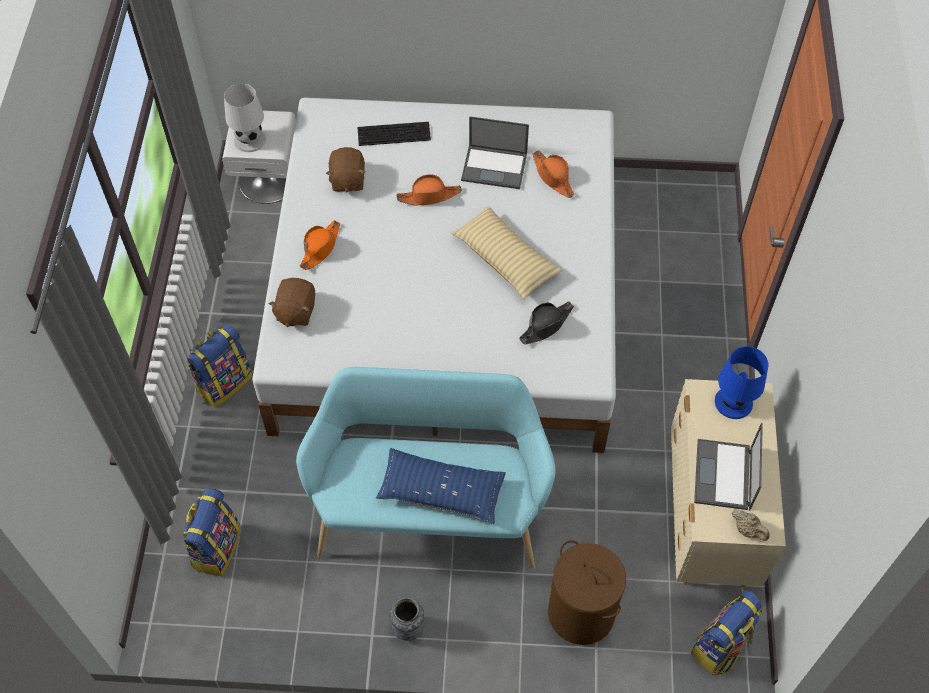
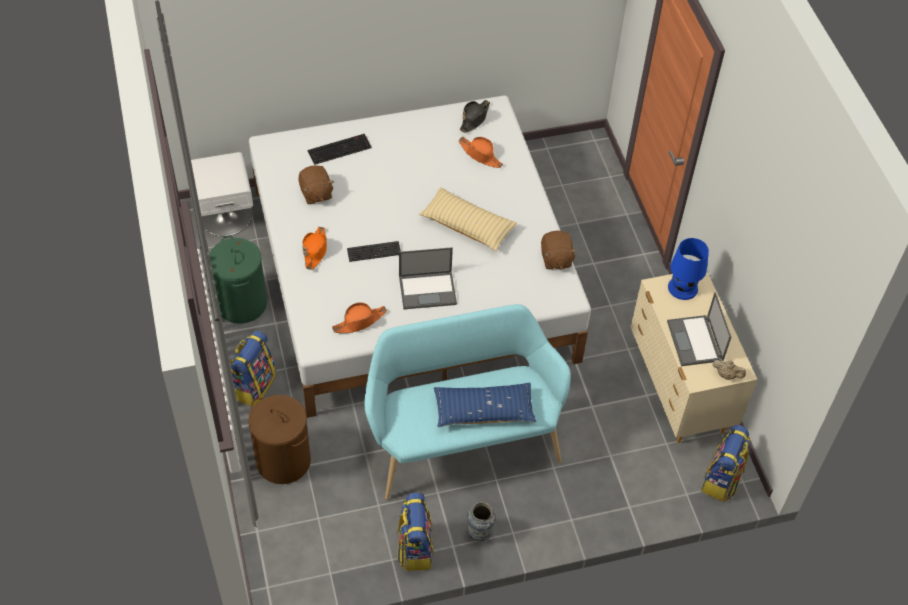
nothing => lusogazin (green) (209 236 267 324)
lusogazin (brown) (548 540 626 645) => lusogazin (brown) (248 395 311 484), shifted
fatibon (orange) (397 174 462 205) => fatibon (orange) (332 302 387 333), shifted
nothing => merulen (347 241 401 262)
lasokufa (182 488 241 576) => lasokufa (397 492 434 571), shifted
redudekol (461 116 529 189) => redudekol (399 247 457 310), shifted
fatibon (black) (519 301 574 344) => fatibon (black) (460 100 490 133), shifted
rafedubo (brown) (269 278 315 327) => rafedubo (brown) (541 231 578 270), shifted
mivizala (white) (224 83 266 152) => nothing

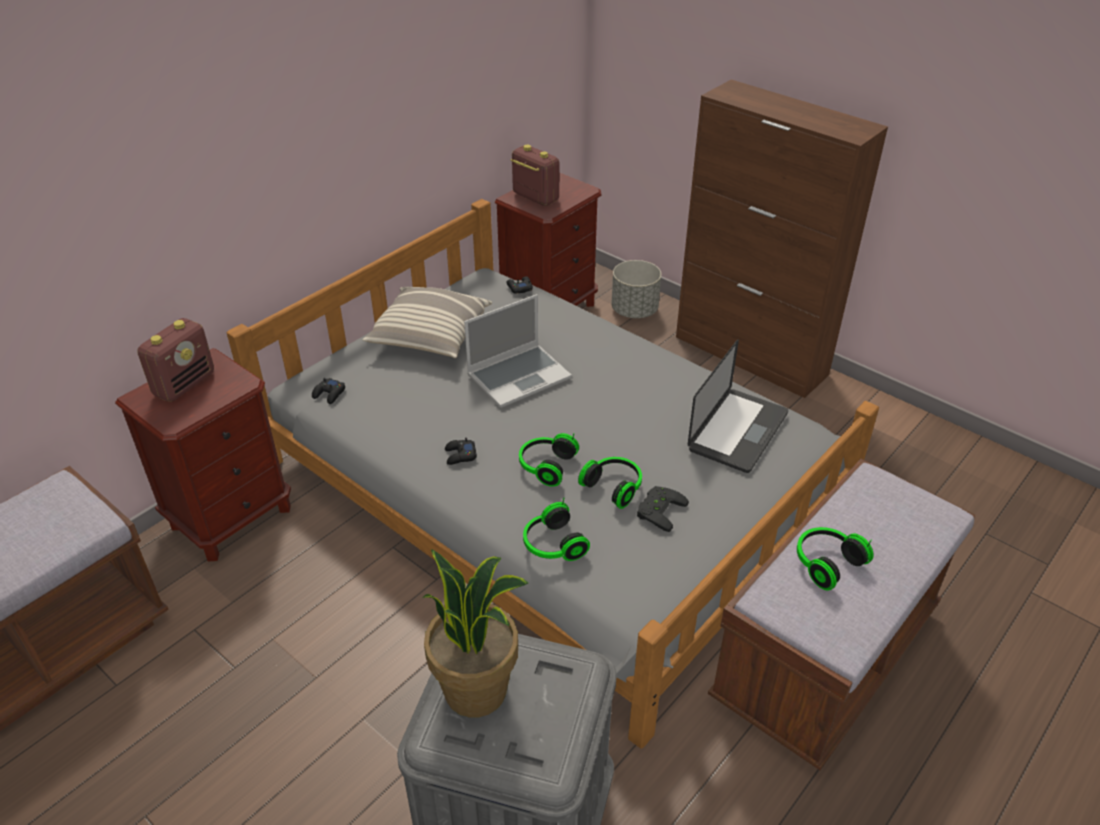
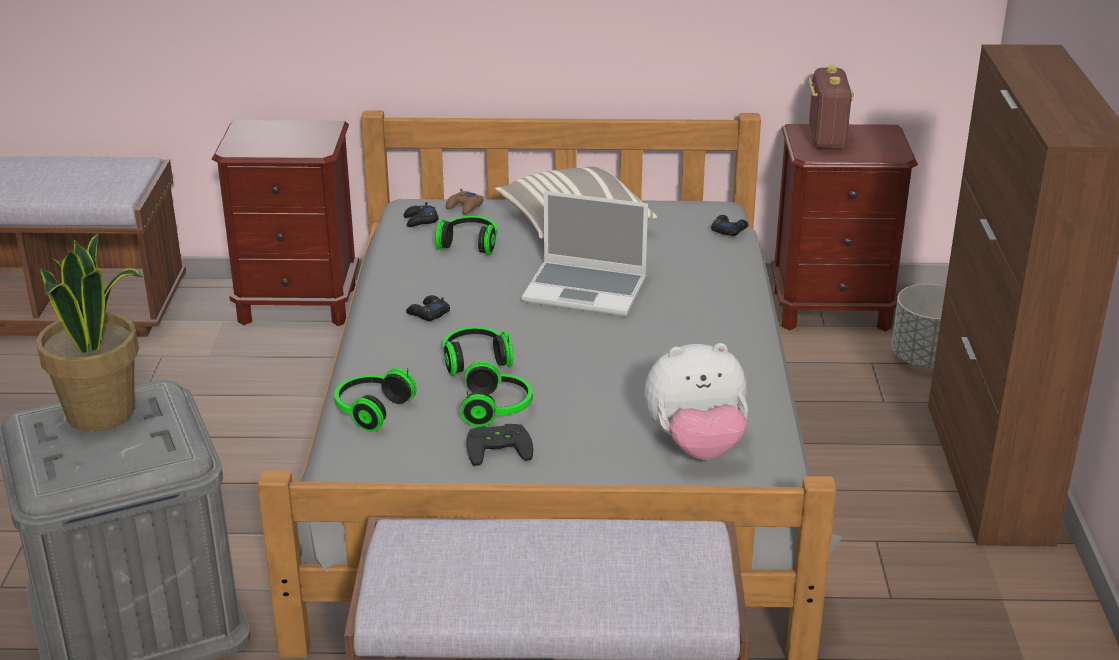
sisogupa (797 527 874 590) => sisogupa (435 216 497 255), shifted
nothing => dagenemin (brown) (446 189 484 215)
redudekol (688 340 788 473) => rafedubo (644 343 748 460)
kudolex (138 318 214 402) => nothing

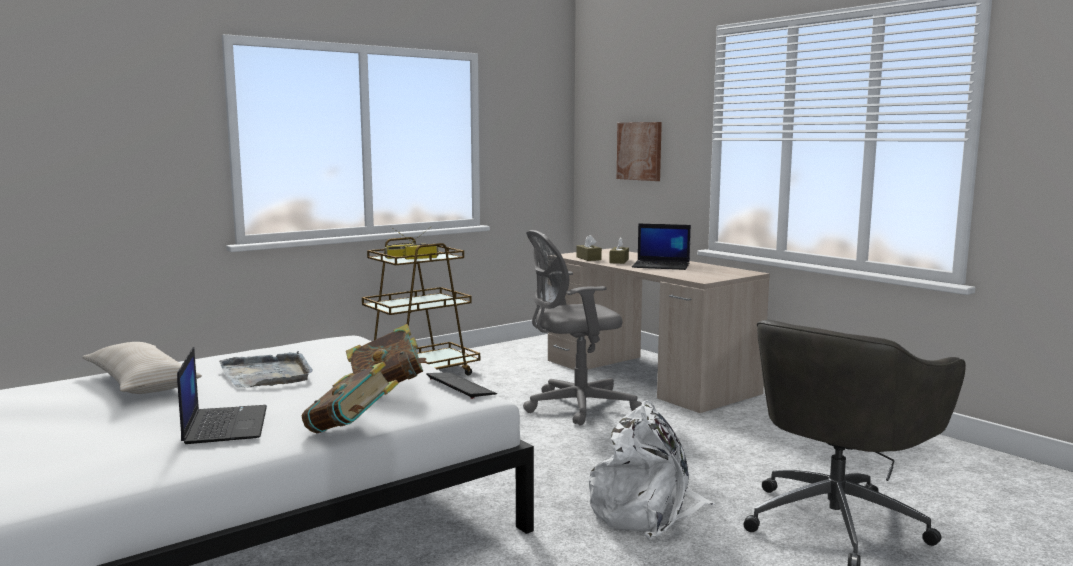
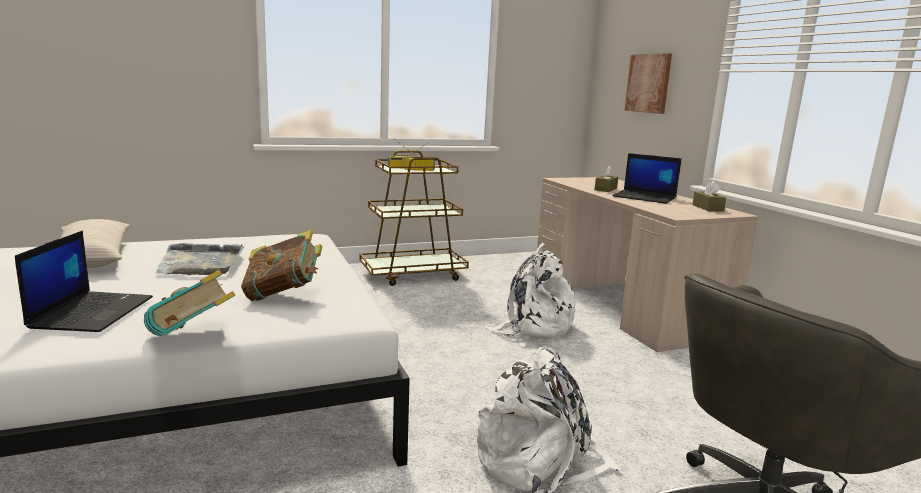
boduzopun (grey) (523 230 642 425) => lasokufa (white) (486 243 575 339)
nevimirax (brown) (577 235 602 261) => nevimirax (brown) (692 181 726 212), shifted
merulen (426 372 497 399) => nothing

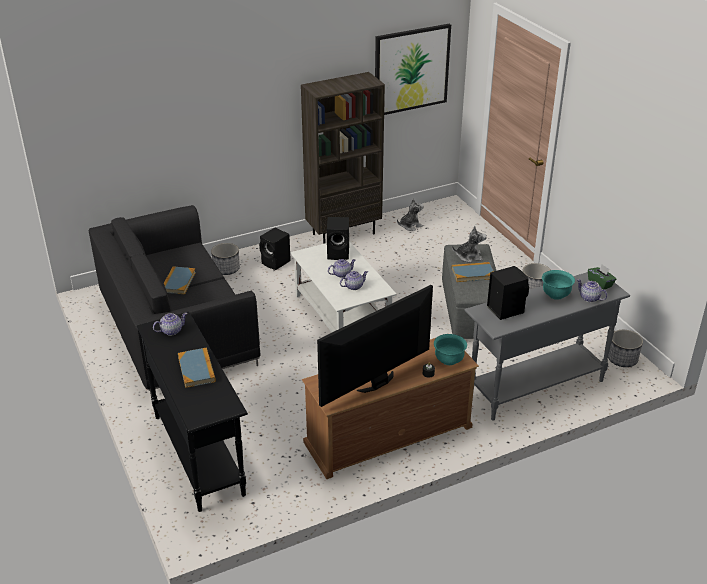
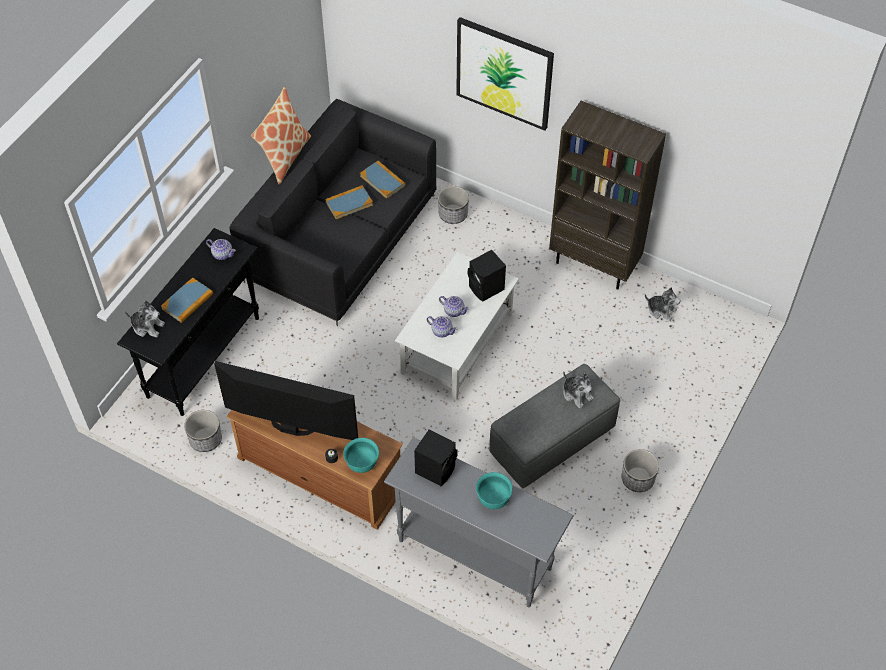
nothing => rafedubo (124 301 165 338)
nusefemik (608 330 643 367) => nusefemik (184 410 222 452), shifted
nothing => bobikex (251 87 311 185)
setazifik (452 262 494 282) => setazifik (360 161 405 199), shifted
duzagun (375 24 451 115) => duzagun (456 17 554 131), shifted
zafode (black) (259 228 291 270) => nothing
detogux (576 279 607 302) => nothing
nevimirax (green) (588 265 616 289) => nothing

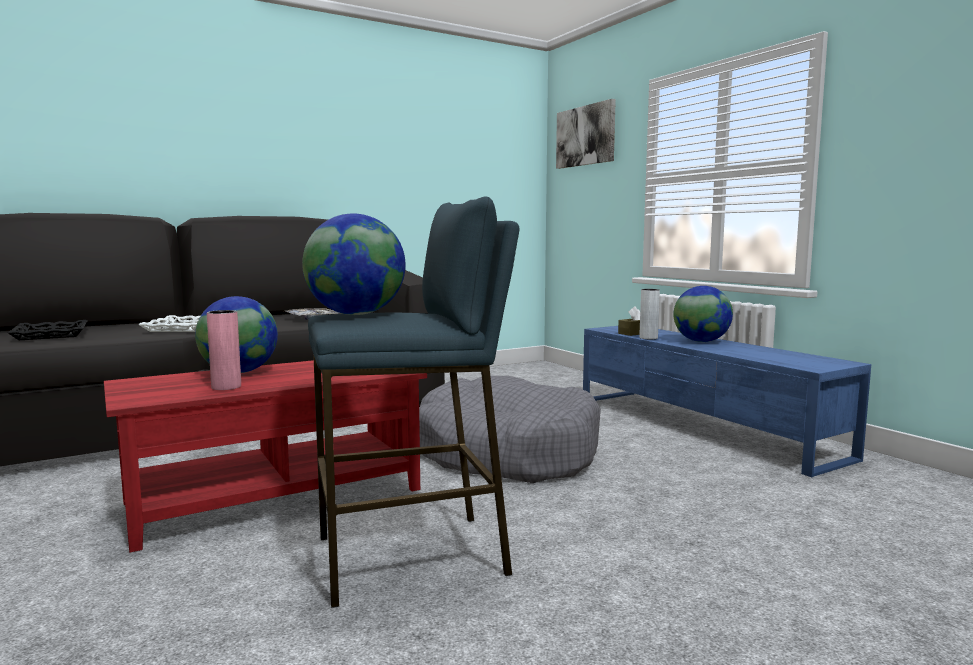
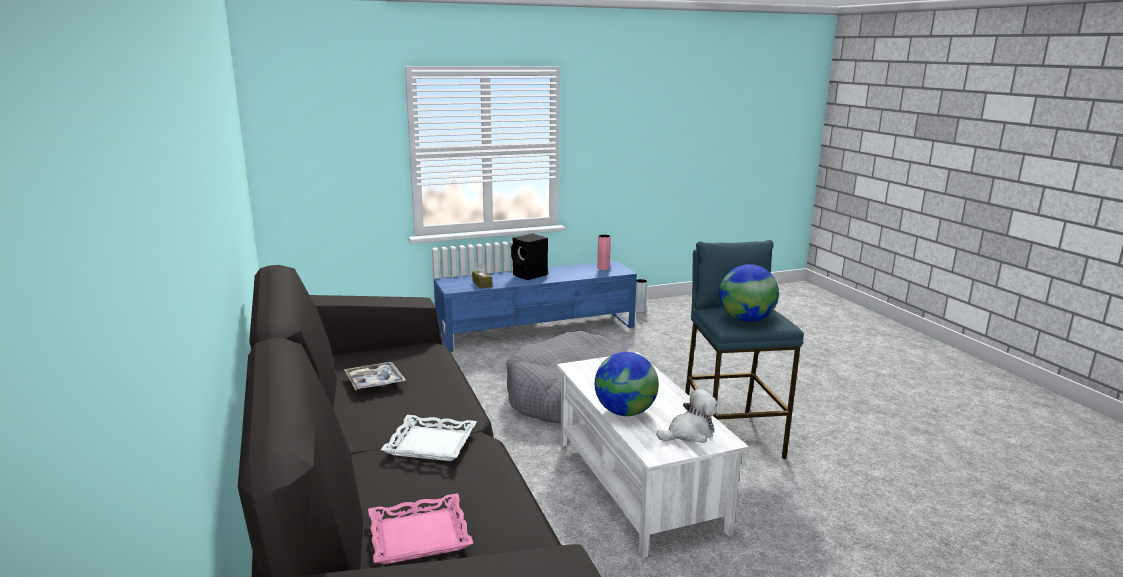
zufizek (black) (8 320 87 340) => zufizek (pink) (368 494 473 564)
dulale (673 286 733 342) => zafode (black) (511 233 548 280)
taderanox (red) (104 360 427 553) => taderanox (white) (557 352 749 558)
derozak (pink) (207 310 241 390) => derozak (pink) (597 234 611 270), shifted
derozak (grey) (639 289 660 339) => derozak (grey) (635 279 647 313), shifted
nothing => rafedubo (656 389 718 443)
duzagun (556 99 616 169) => nothing

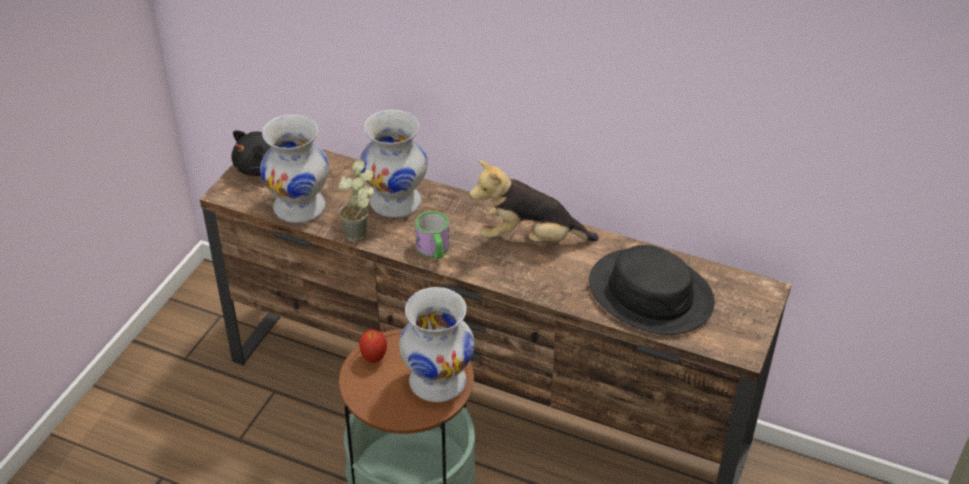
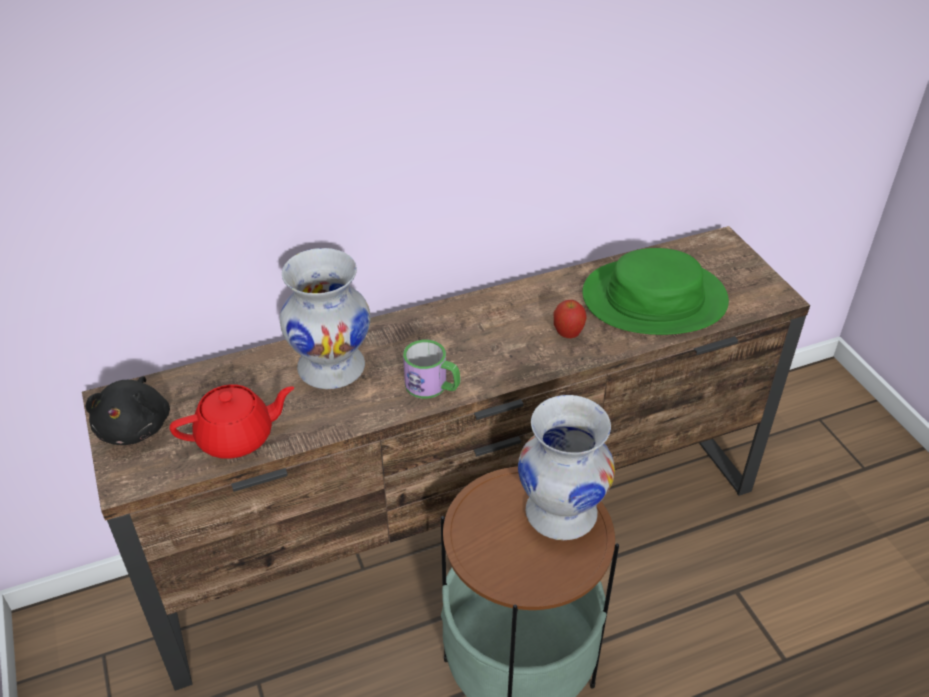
derozak (white) (260 114 329 223) => detogux (red) (170 384 294 459)
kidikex (359 330 387 363) => kidikex (553 300 587 338), shifted
fatibon (black) (589 245 715 335) => fatibon (green) (582 248 729 335)
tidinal (338 159 374 242) => nothing
rafedubo (469 160 599 242) => nothing

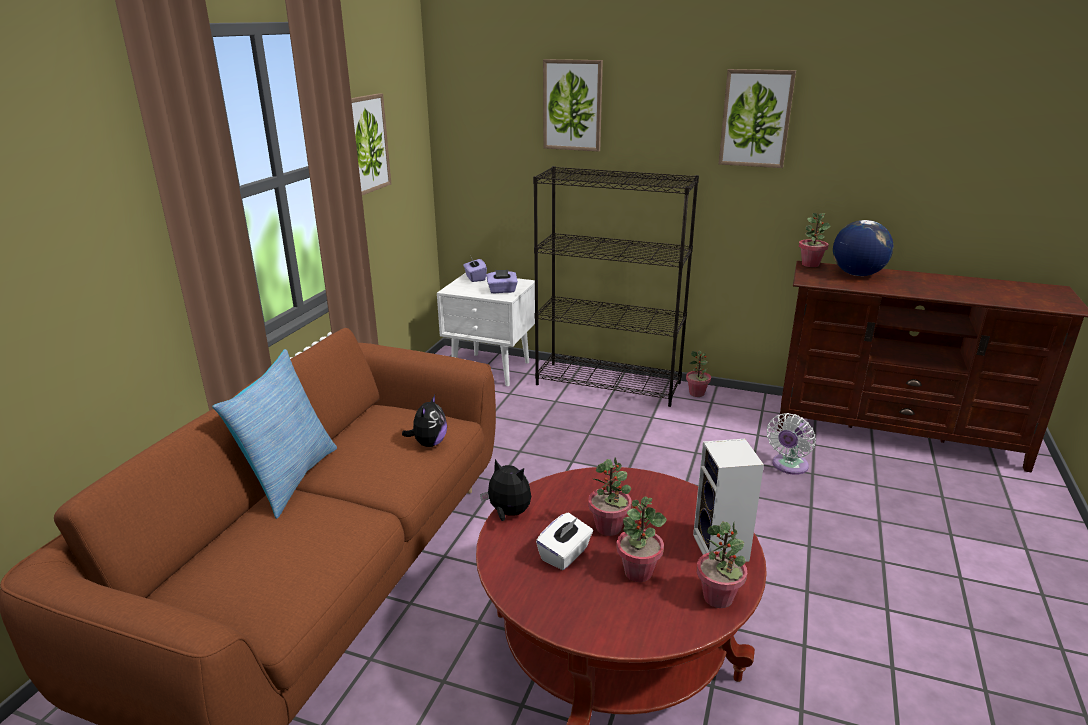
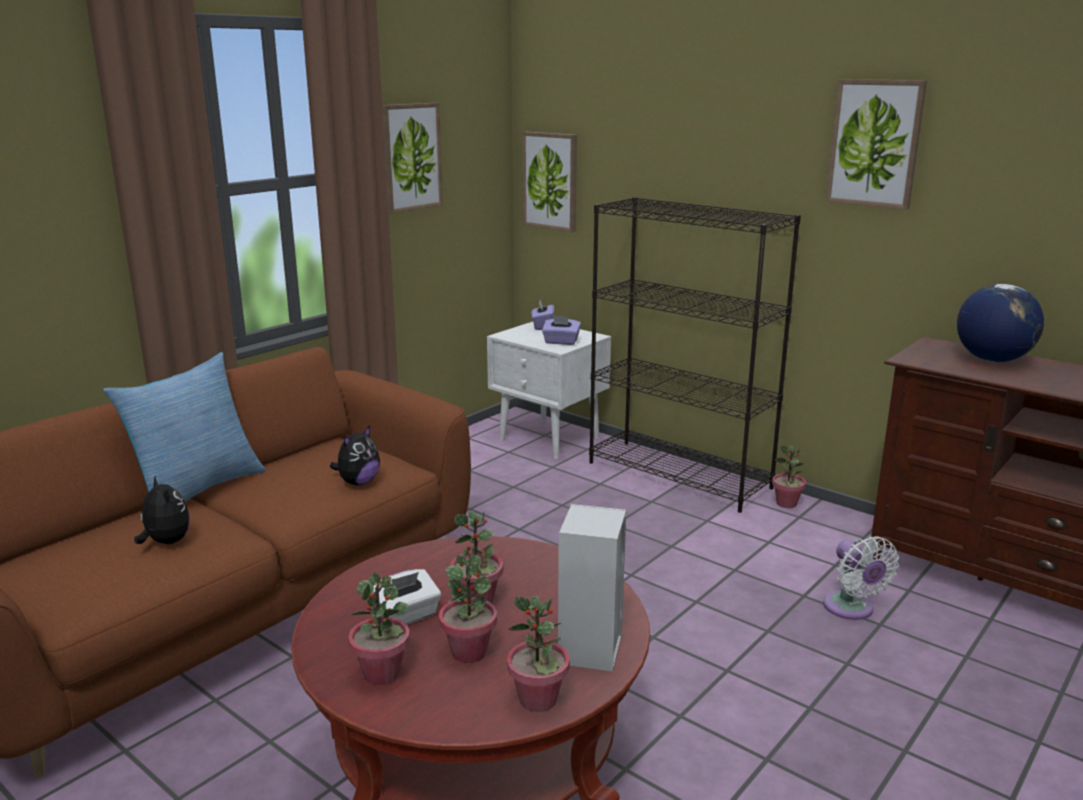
rafedubo (480 459 531 521) => rafedubo (134 476 190 544), shifted
tidinal (799 213 830 267) => tidinal (348 572 410 685), shifted
duzagun (543 59 603 151) => duzagun (522 132 577 232), shifted
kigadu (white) (767 413 816 475) => kigadu (white) (823 536 899 620), 75 degrees counterclockwise

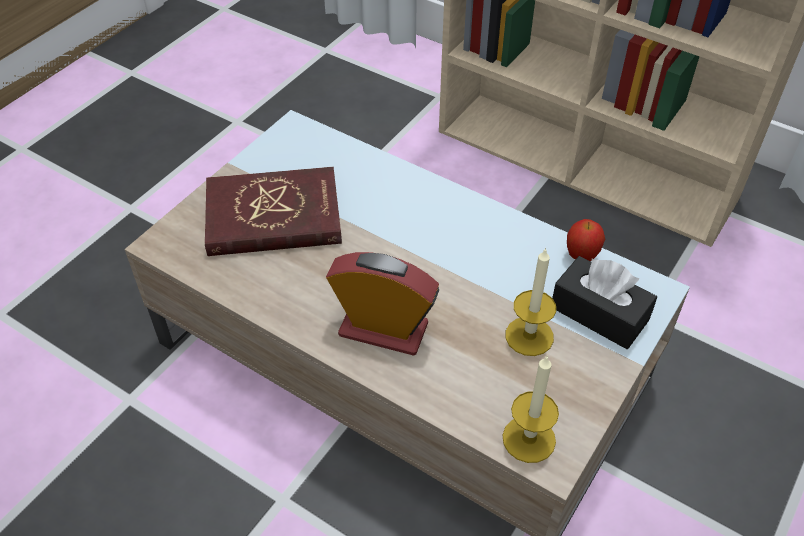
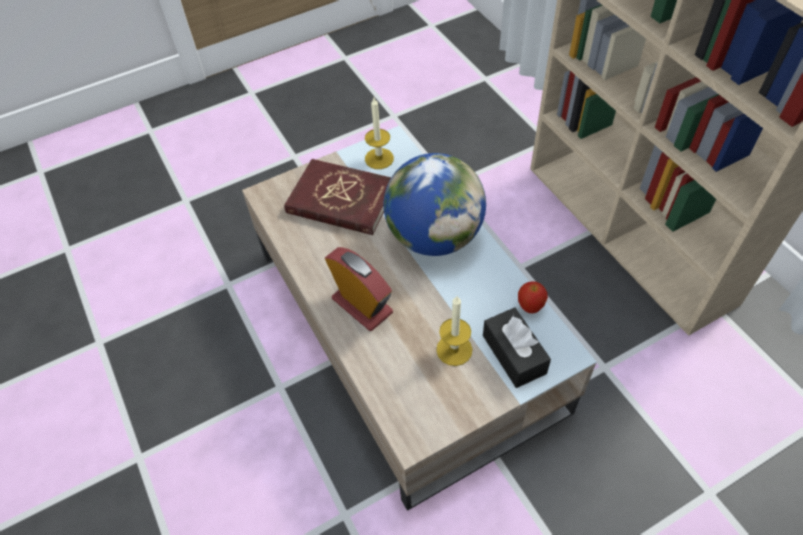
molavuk (502 355 559 463) => molavuk (365 98 394 169), shifted
nothing => dulale (384 153 486 256)

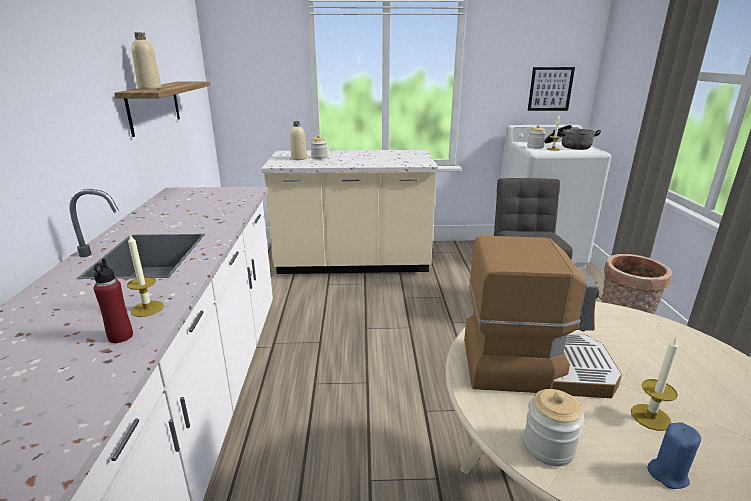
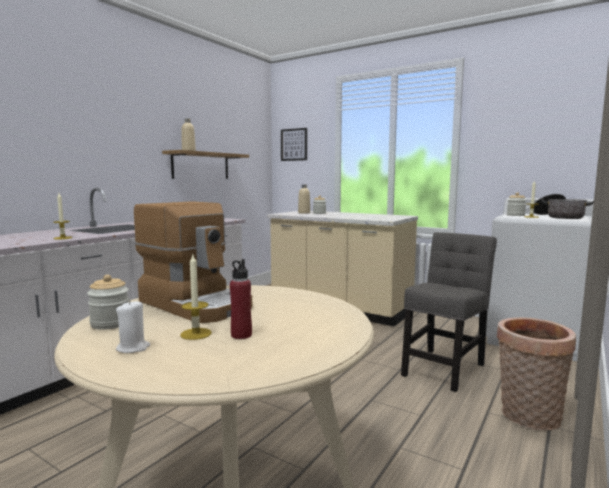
molavuk (blue) (647 422 701 489) => molavuk (white) (116 300 150 353)
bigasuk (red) (94 258 133 343) => bigasuk (red) (230 259 252 339), shifted
duzagun (528 67 575 111) => duzagun (281 128 307 161), shifted

